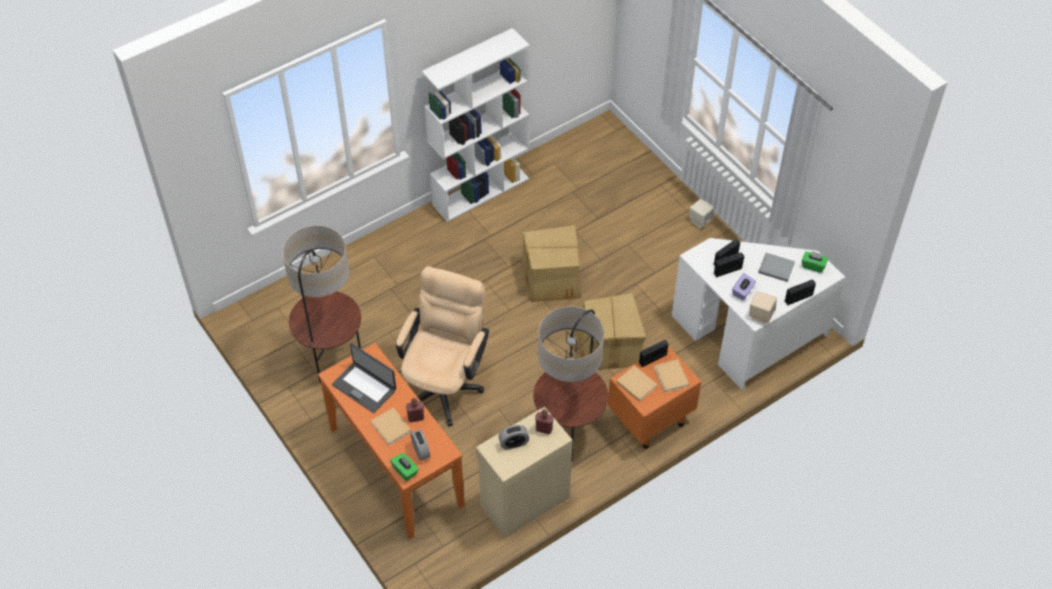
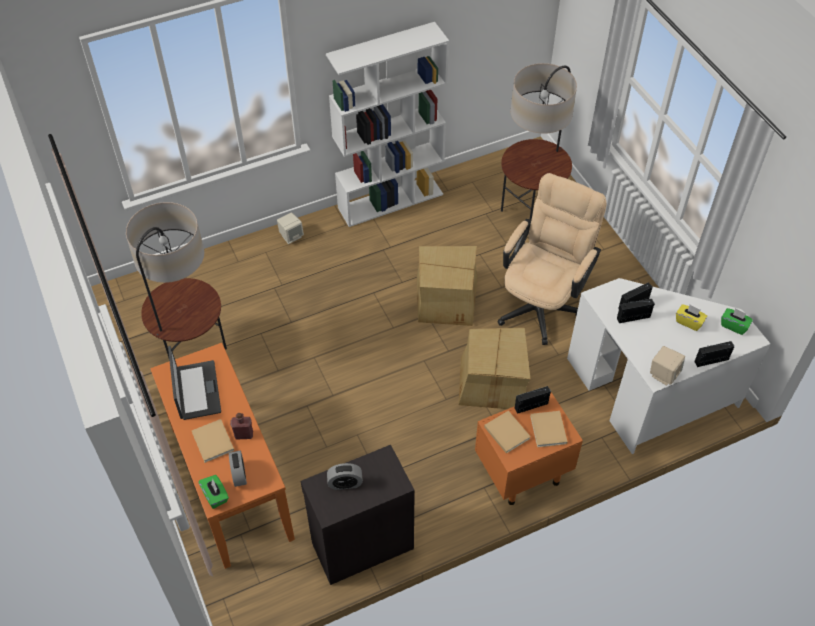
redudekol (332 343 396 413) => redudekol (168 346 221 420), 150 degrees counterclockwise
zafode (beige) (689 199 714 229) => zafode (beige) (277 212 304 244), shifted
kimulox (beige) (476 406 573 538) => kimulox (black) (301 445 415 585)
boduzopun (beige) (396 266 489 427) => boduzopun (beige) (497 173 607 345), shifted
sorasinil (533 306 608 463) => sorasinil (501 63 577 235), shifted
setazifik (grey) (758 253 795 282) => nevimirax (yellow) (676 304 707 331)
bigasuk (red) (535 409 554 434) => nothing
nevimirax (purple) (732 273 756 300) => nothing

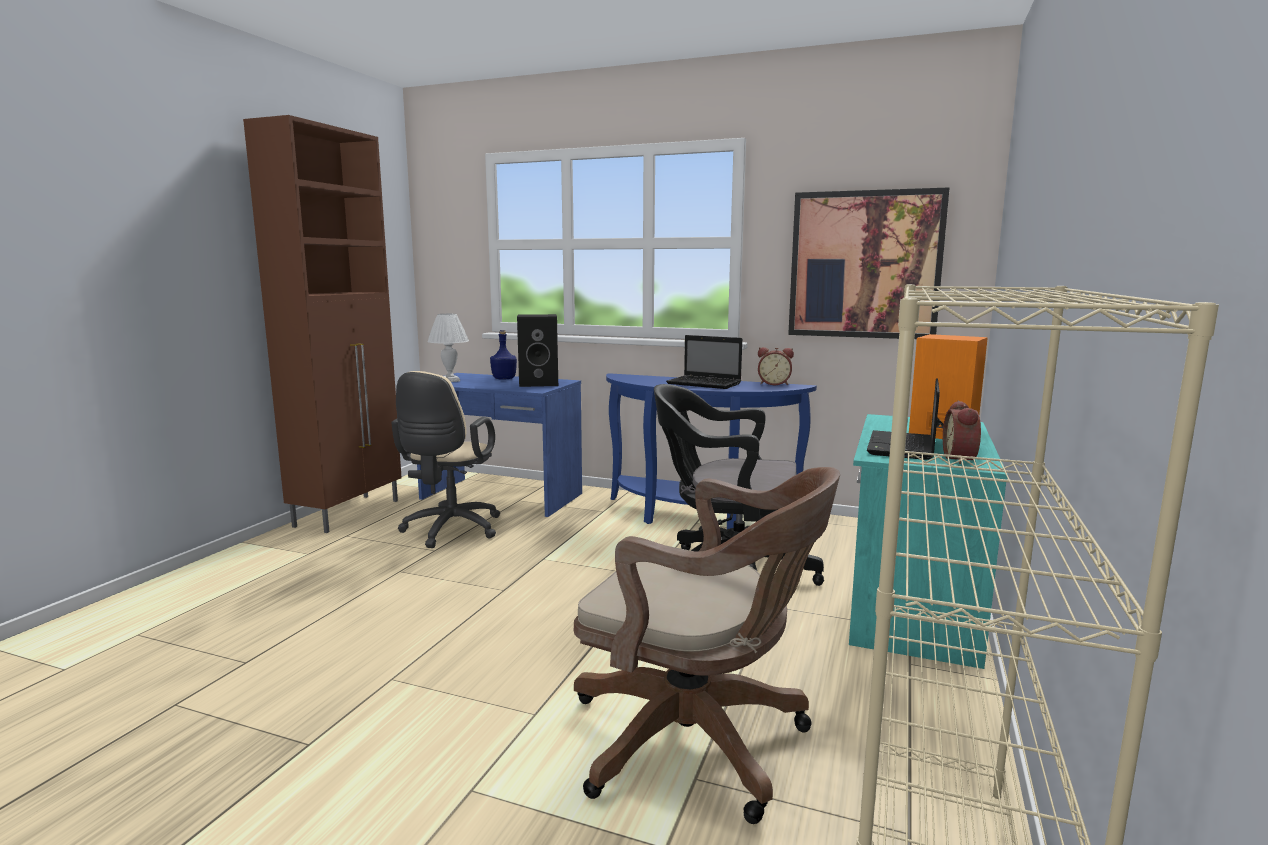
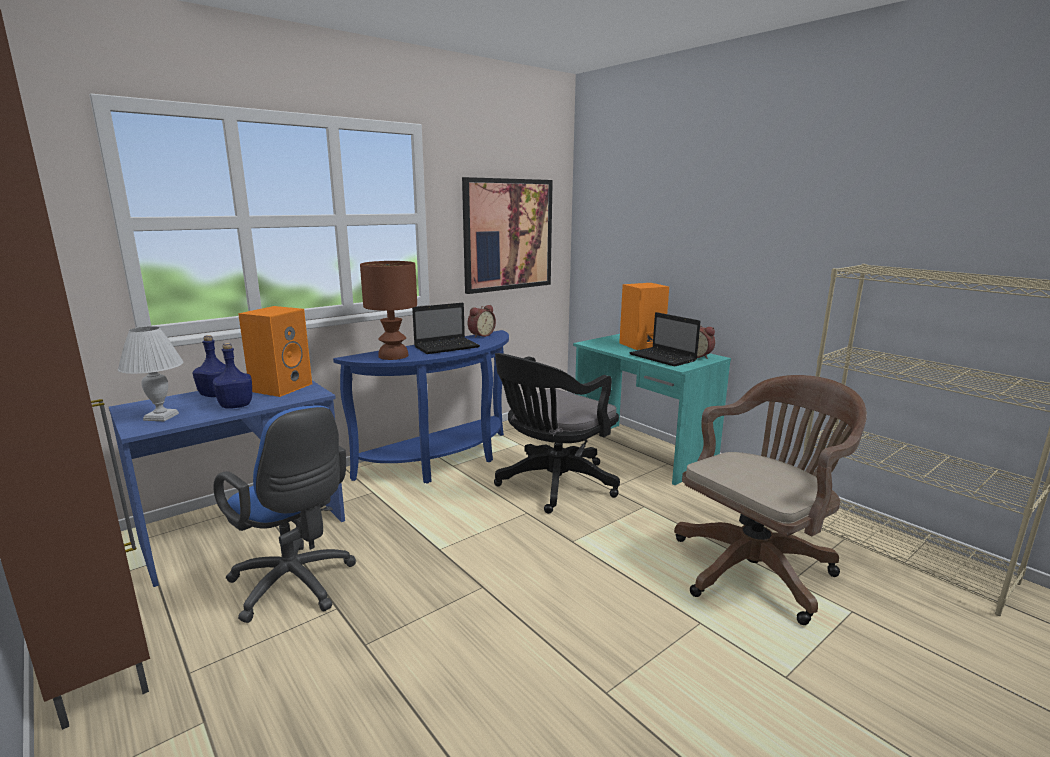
nothing => bigasuk (blue) (213 343 252 409)
boduzopun (beige) (391 371 500 548) => boduzopun (blue) (214 405 356 623)
zafode (black) (517 314 558 387) => zafode (orange) (238 306 312 397)
nothing => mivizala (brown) (360 261 417 360)

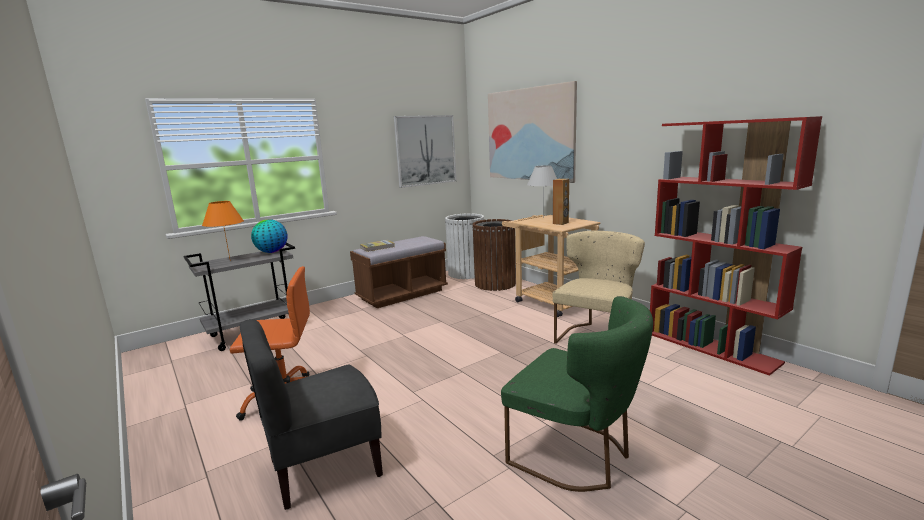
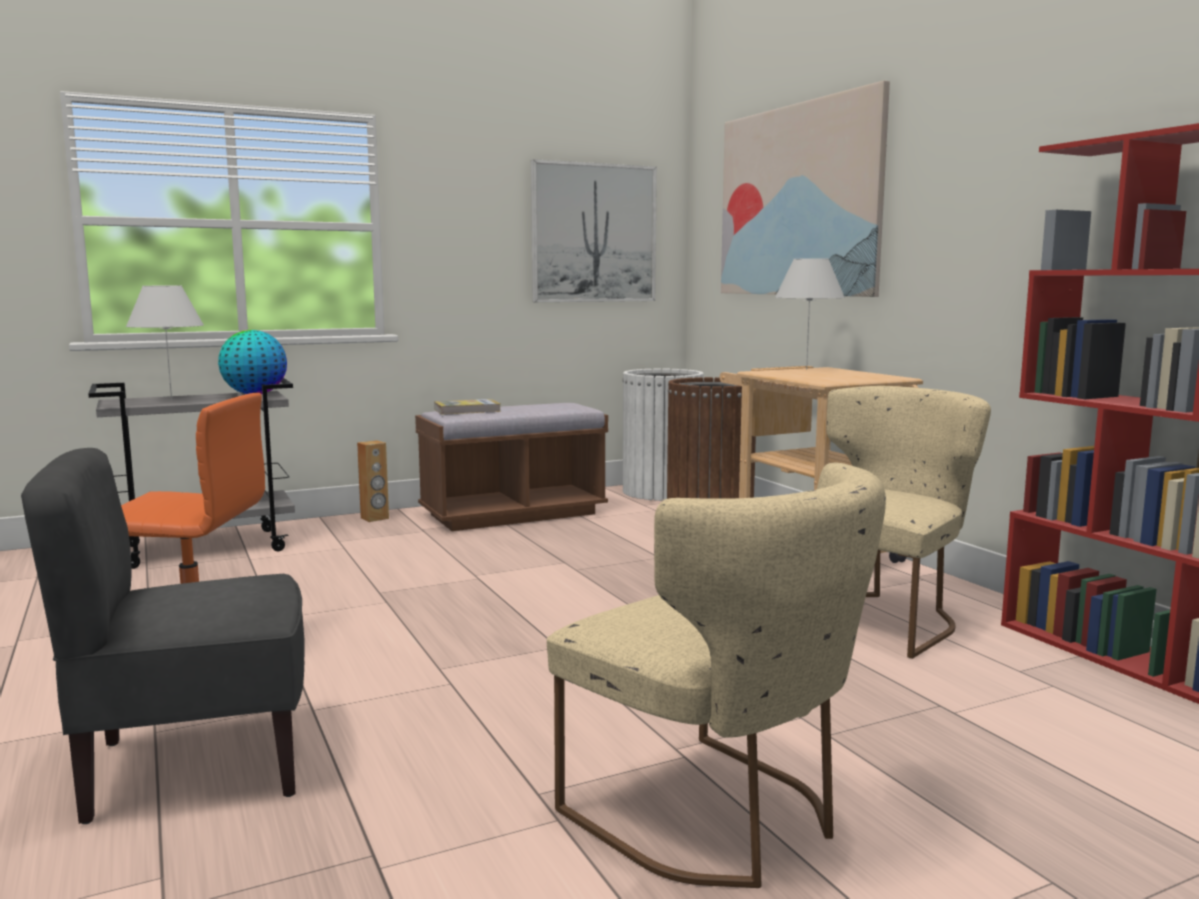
mivizala (orange) (202 201 244 258) => mivizala (white) (126 286 204 400)
zafode (brown) (553 179 569 225) => zafode (brown) (357 440 389 522), shifted
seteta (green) (501 296 653 492) => seteta (beige) (547 462 886 888)

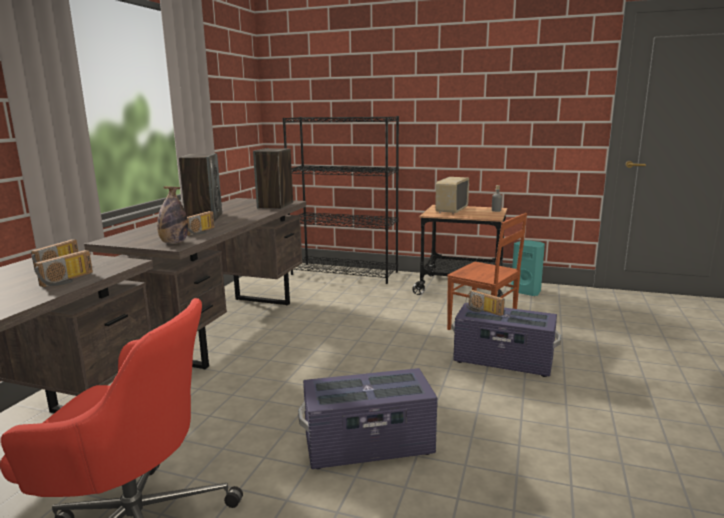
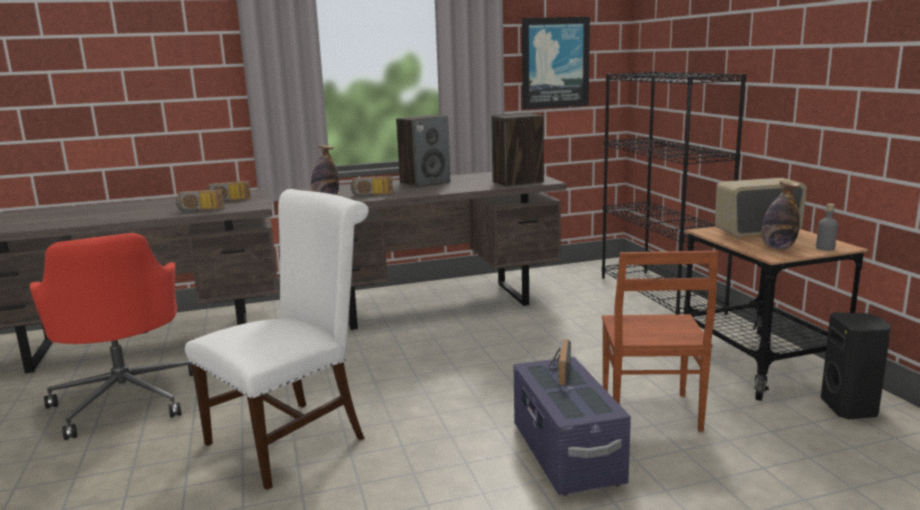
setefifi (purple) (298 368 437 469) => seteta (white) (185 189 369 490)
nothing => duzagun (522 17 590 109)
nothing => bigasuk (761 181 800 249)
zafode (turquoise) (511 240 545 296) => zafode (black) (821 312 891 419)

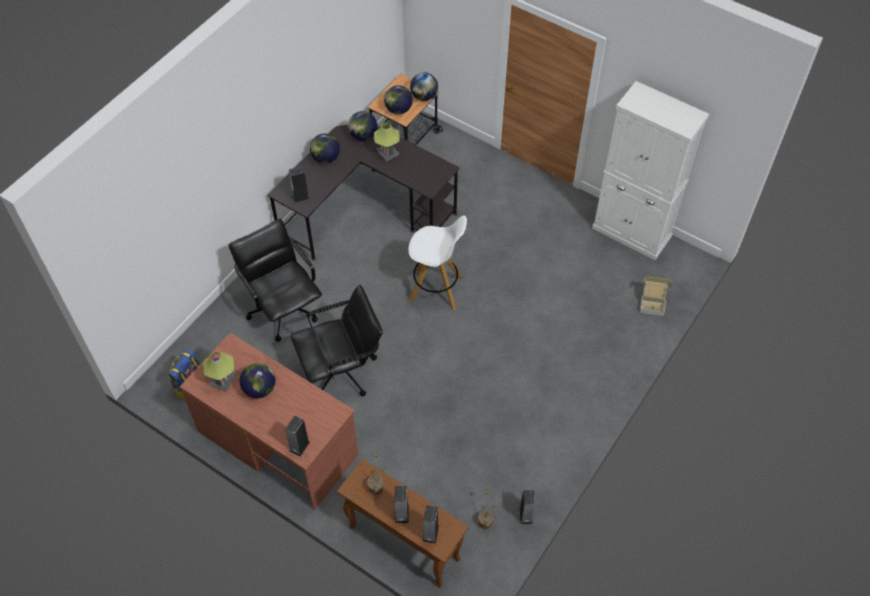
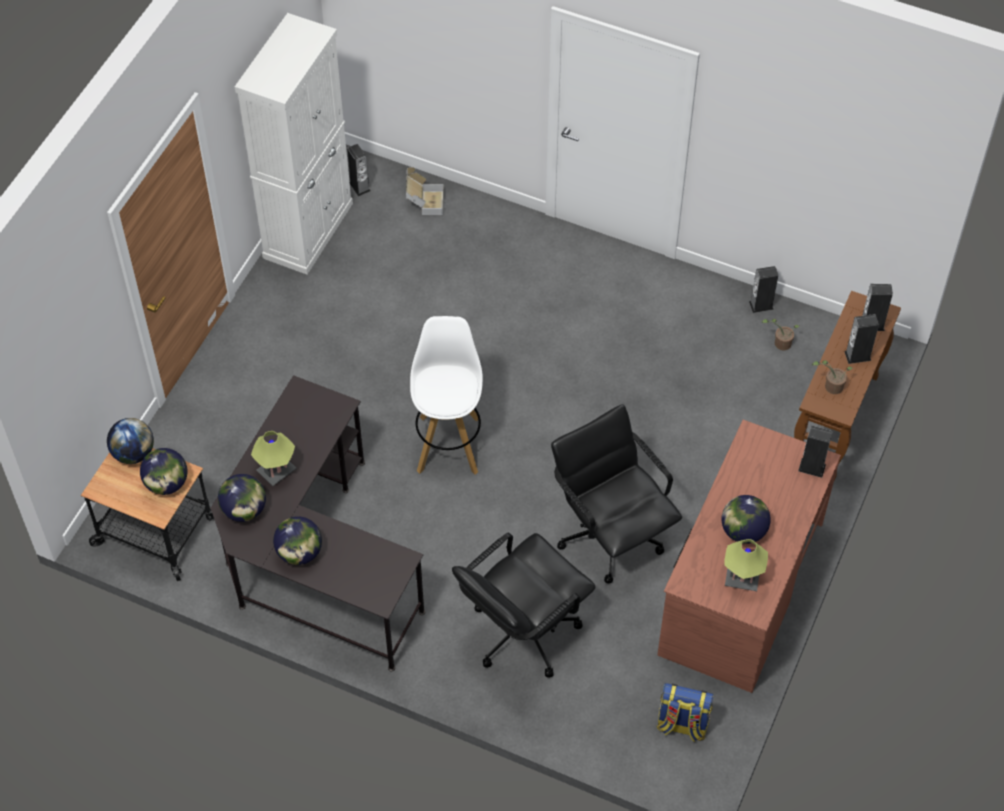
zafode (289 166 310 203) => zafode (347 144 371 196), shifted

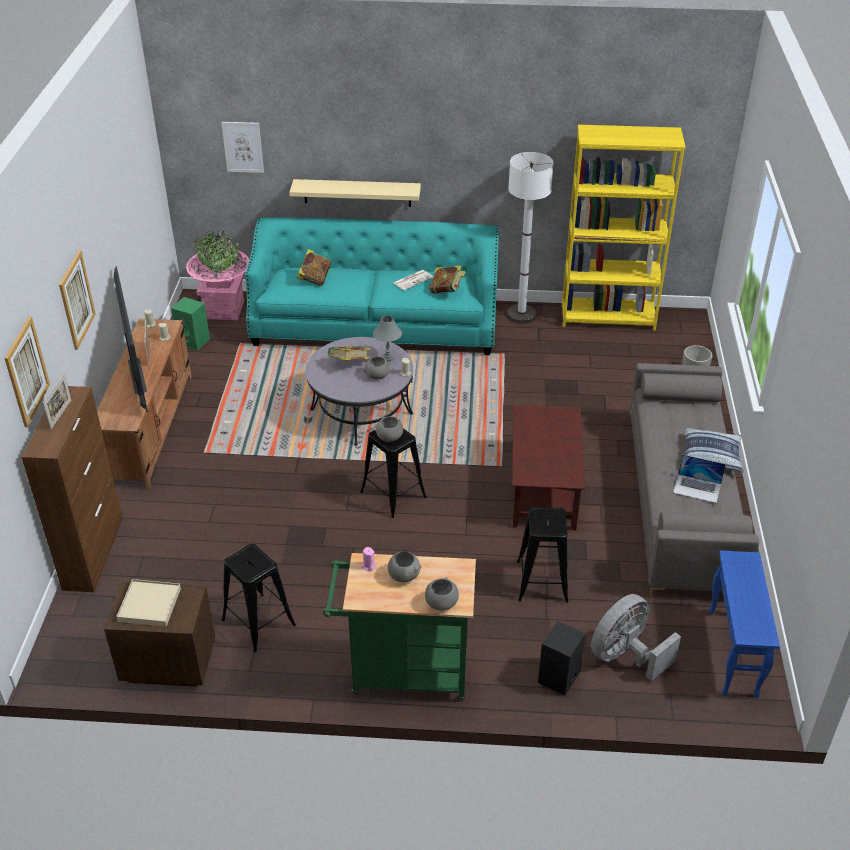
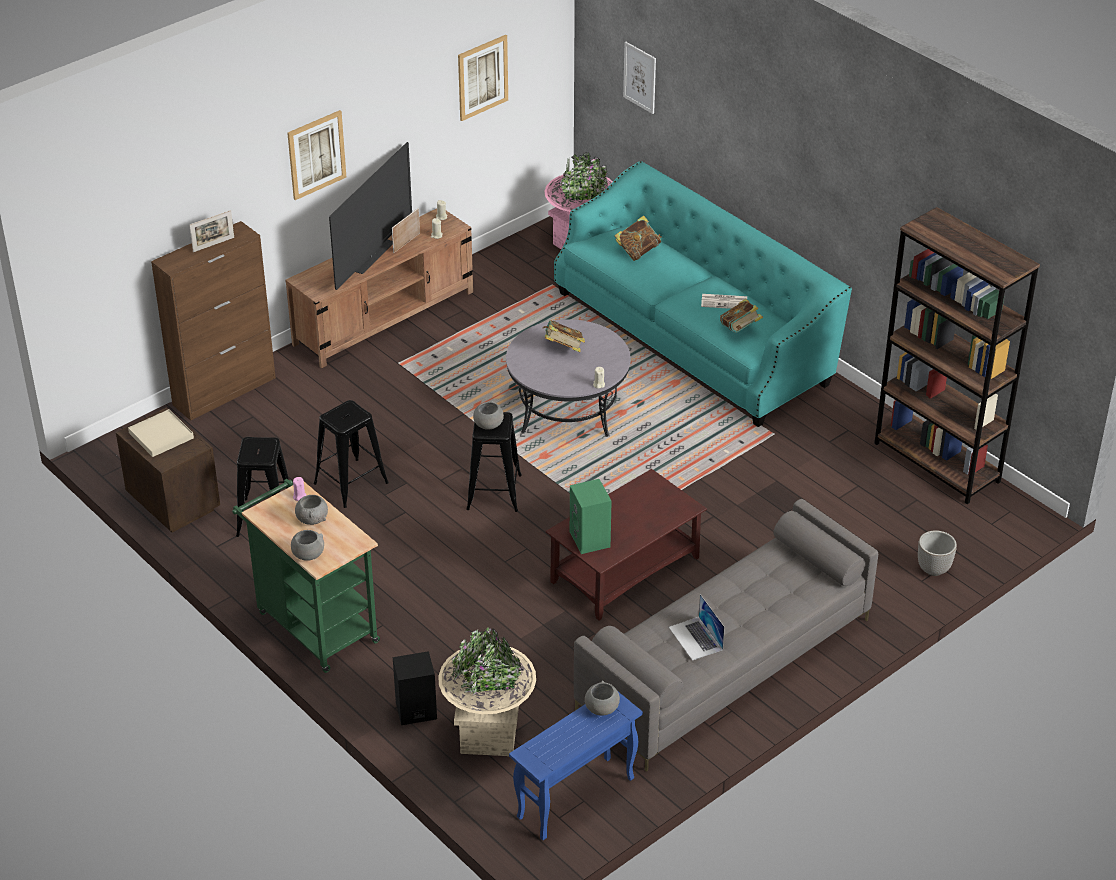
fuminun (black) (517 507 569 603) => fuminun (black) (313 400 389 508), shifted
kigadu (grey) (591 594 681 681) => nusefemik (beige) (439 627 536 756)
duzagun (4 317 50 427) => duzagun (458 35 508 121), shifted
zafode (green) (171 297 210 351) => zafode (green) (570 479 612 554), shifted
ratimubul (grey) (364 356 390 380) => ratimubul (grey) (585 681 620 716), shifted
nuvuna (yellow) (562 125 685 331) => nuvuna (brown) (874 207 1040 504)
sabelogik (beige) (289 179 421 207) => nothing
mivizala (grey) (373 316 402 362) => nothing
sorasinil (white) (507 152 554 324) => nothing
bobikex (685 428 744 472) => nothing

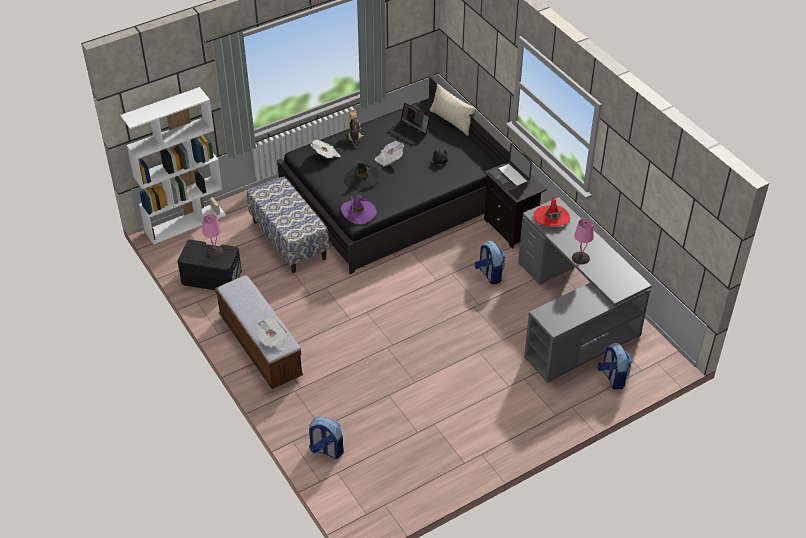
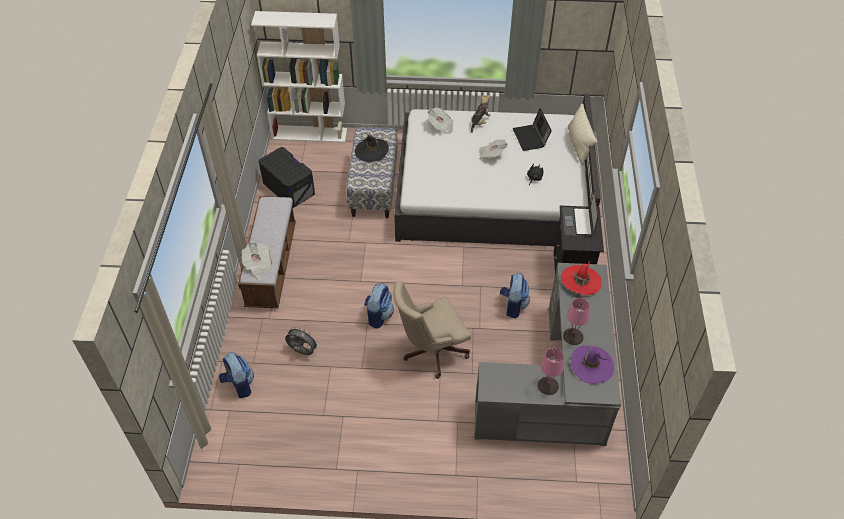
nothing => kigadu (grey) (285 326 319 355)
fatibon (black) (345 160 379 189) => fatibon (black) (355 133 389 162), shifted
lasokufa (597 343 632 389) => lasokufa (364 283 394 329), shifted
nothing => boduzopun (beige) (393 281 471 379)
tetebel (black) (277 75 510 274) => tetebel (white) (394 94 601 246)
mivizala (pink) (203 214 224 258) => mivizala (pink) (538 348 564 395), shifted
fatibon (purple) (341 195 377 224) => fatibon (purple) (571 345 614 384), shifted

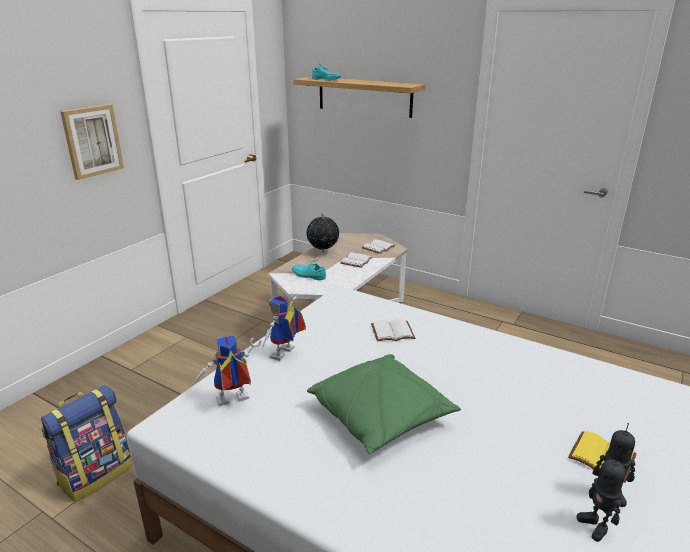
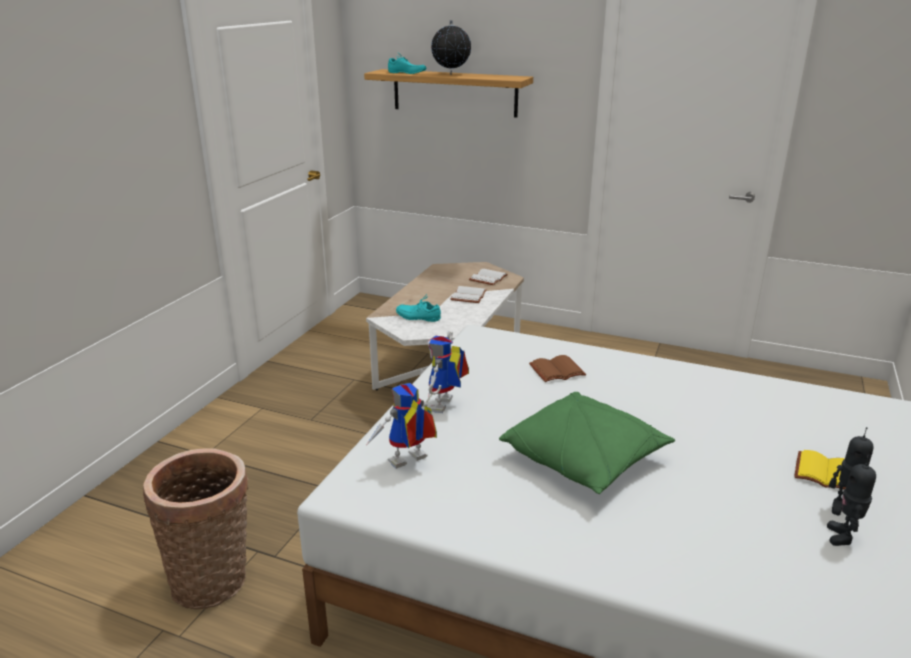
lasokufa (41 385 133 502) => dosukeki (143 448 249 609)
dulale (306 213 339 253) => dulale (431 20 471 75), shifted
setazifik (white) (371 319 415 342) => setazifik (brown) (529 355 586 382)
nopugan (577 453 626 542) => nopugan (827 455 876 546), 45 degrees clockwise
duzagun (60 104 124 180) => nothing

